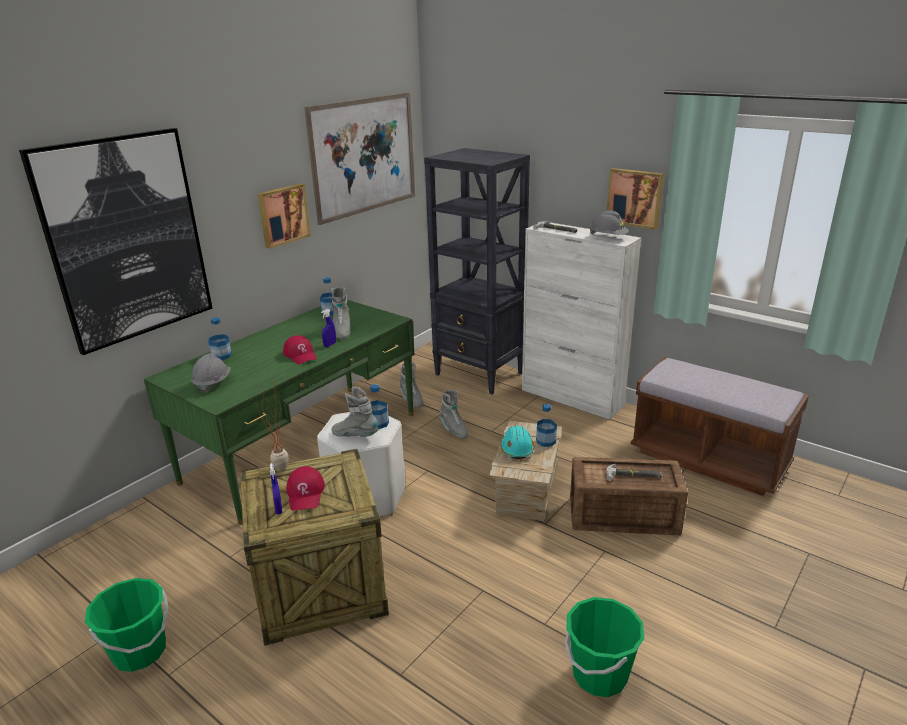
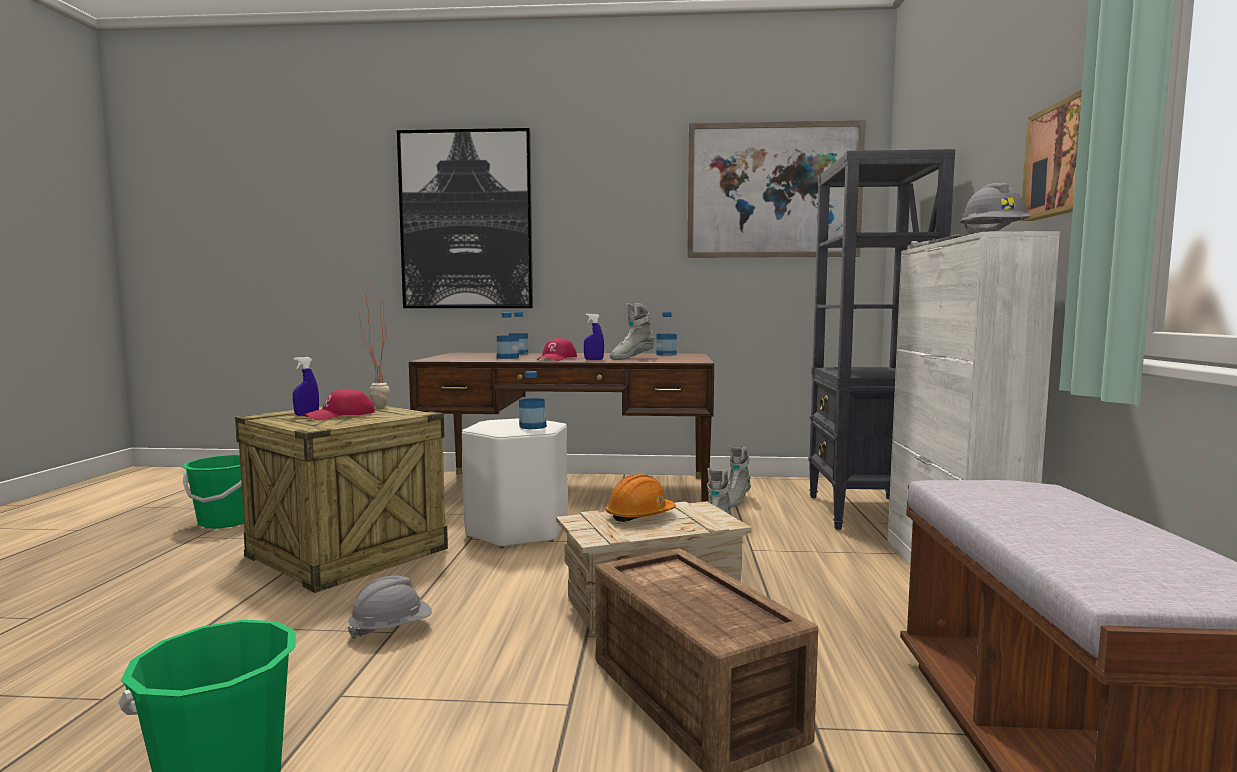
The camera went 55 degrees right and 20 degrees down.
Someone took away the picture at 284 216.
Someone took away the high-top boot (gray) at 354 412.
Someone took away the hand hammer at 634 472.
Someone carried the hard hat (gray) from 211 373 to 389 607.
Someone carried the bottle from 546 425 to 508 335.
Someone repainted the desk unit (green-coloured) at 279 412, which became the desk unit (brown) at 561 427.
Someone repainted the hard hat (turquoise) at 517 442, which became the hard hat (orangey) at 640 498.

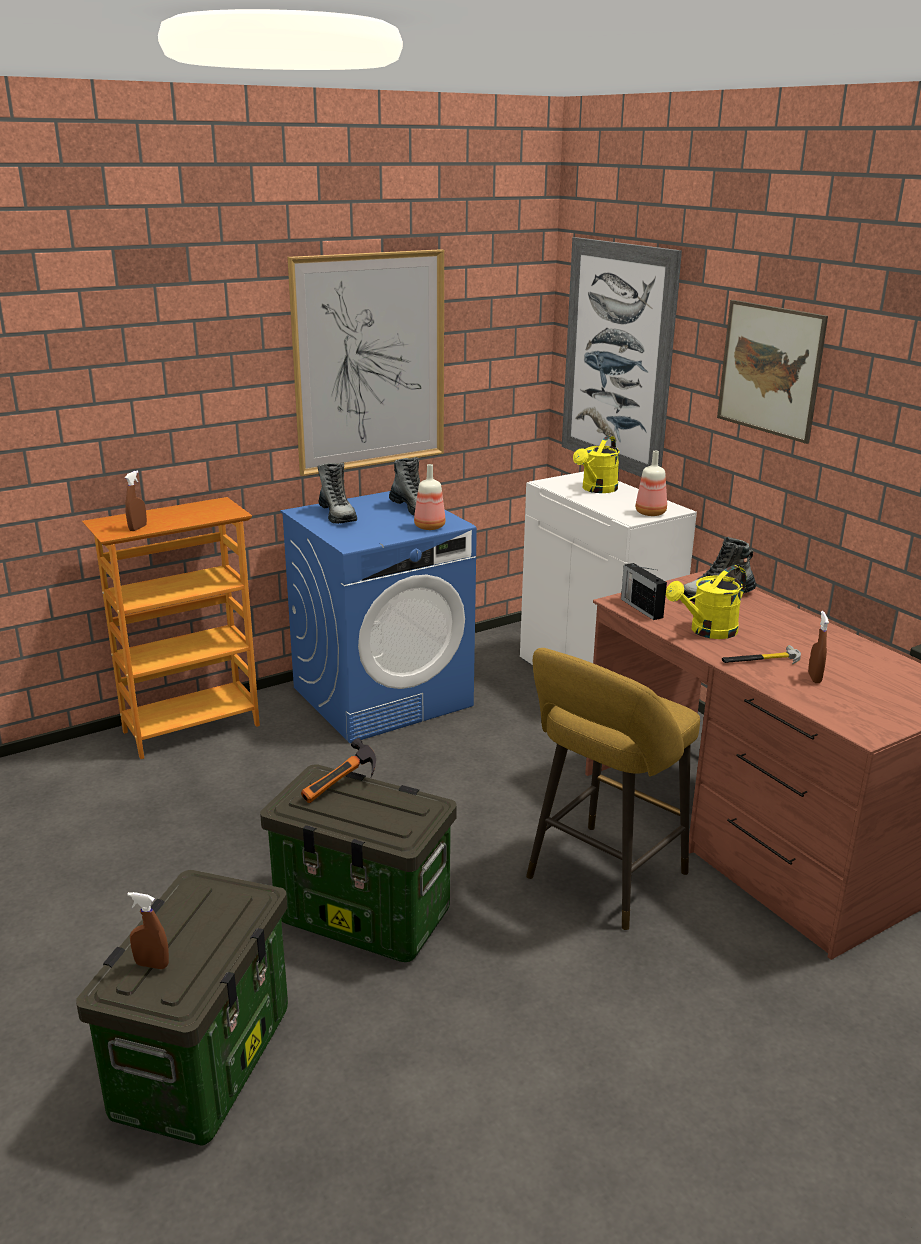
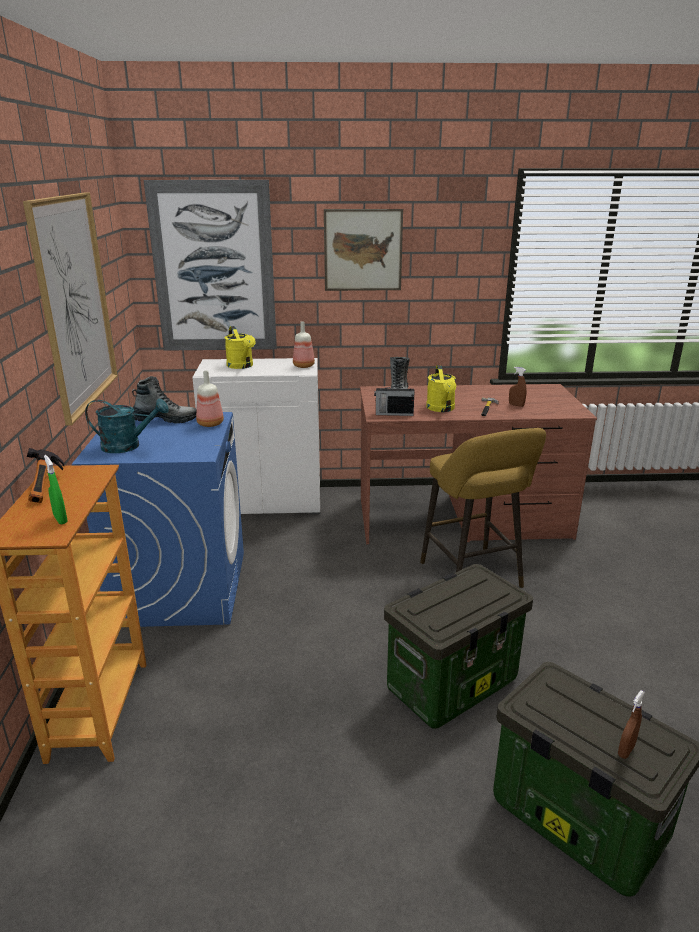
The camera went 60 degrees left and 0 degrees up.
Someone carried the hand hammer from 338 770 to 46 475.
Someone swapped the high-top boot at 337 493 for the watering pot (turquoise) at 127 426.
Someone repainted the spray bottle (brown) at 136 500, which became the spray bottle (green-coloured) at 56 489.

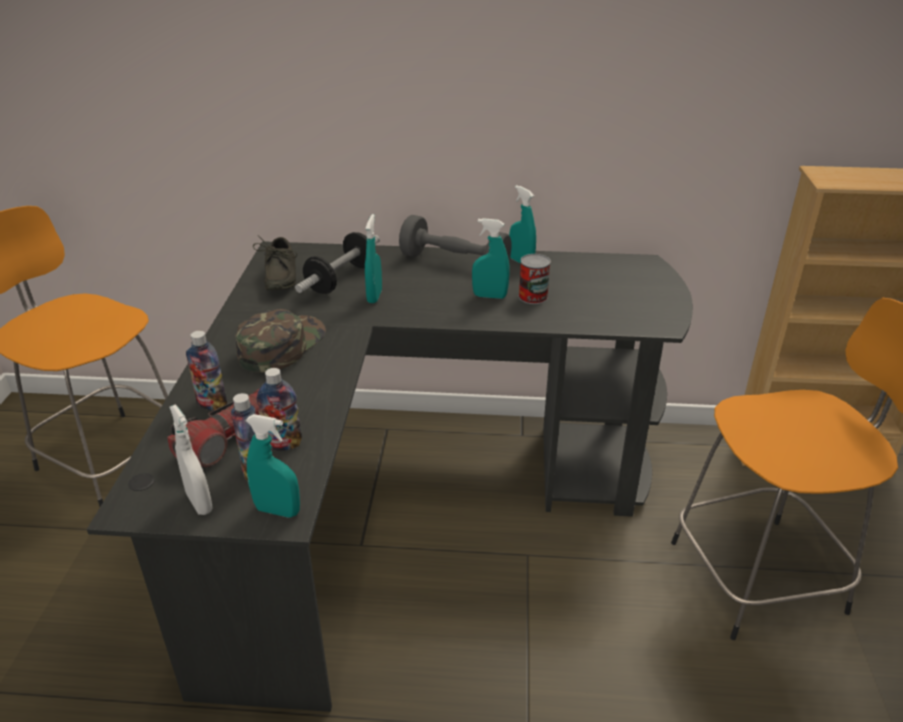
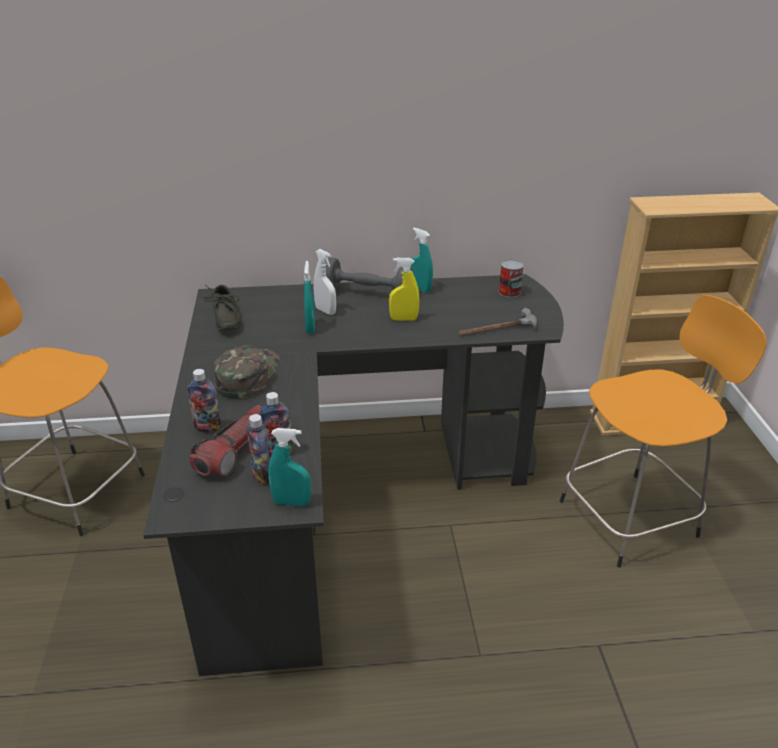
The camera went 10 degrees left and 0 degrees up.
Someone took away the hand weight at 337 263.
Someone put down the hand hammer at 497 321.
Someone carried the spray bottle (white-coloured) from 191 459 to 325 282.
Someone carried the sealed can from 535 279 to 511 278.
Someone repainted the spray bottle (turquoise) at 490 258, which became the spray bottle (yellow-coloured) at 404 289.

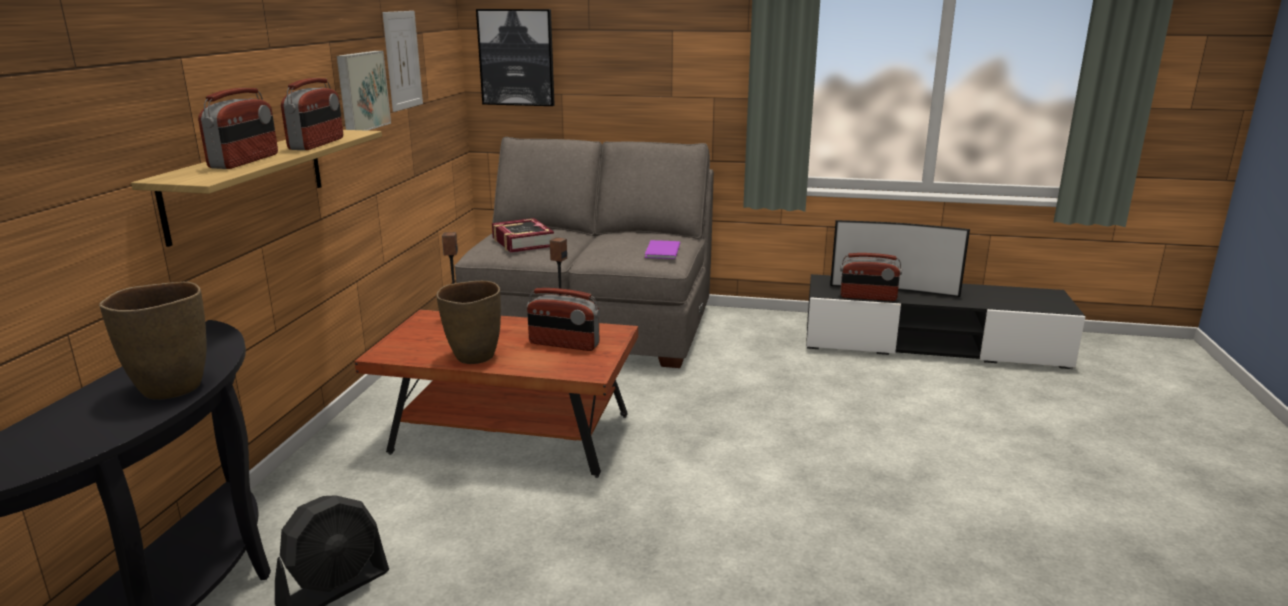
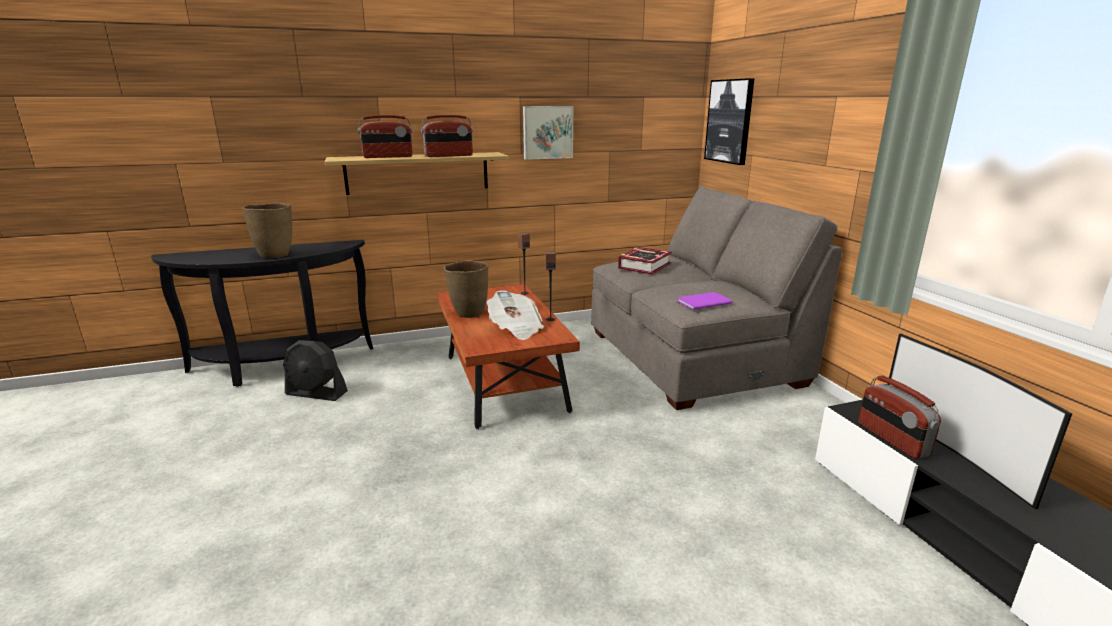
The camera went 60 degrees right and 0 degrees up.
Someone took away the picture at 402 61.
Someone swapped the radio receiver at 563 319 for the daily paper at 515 315.

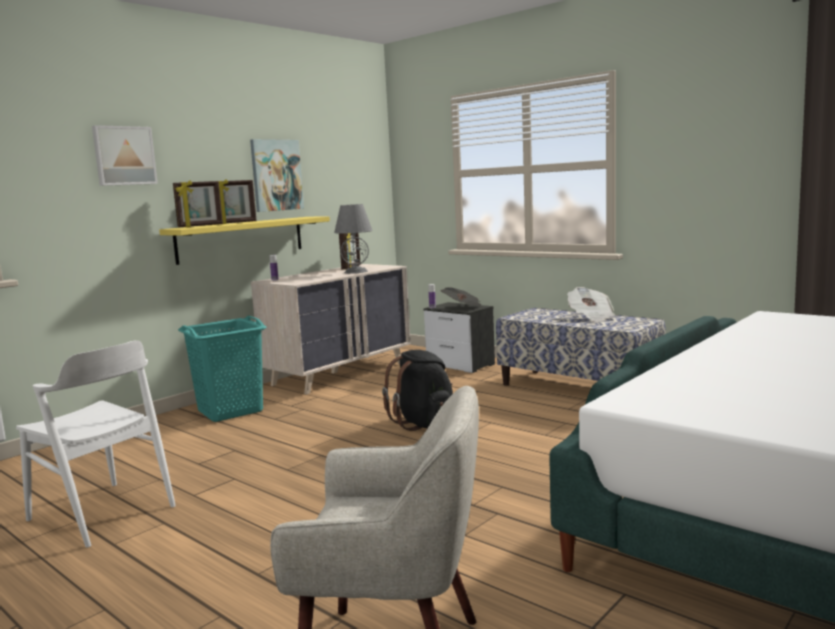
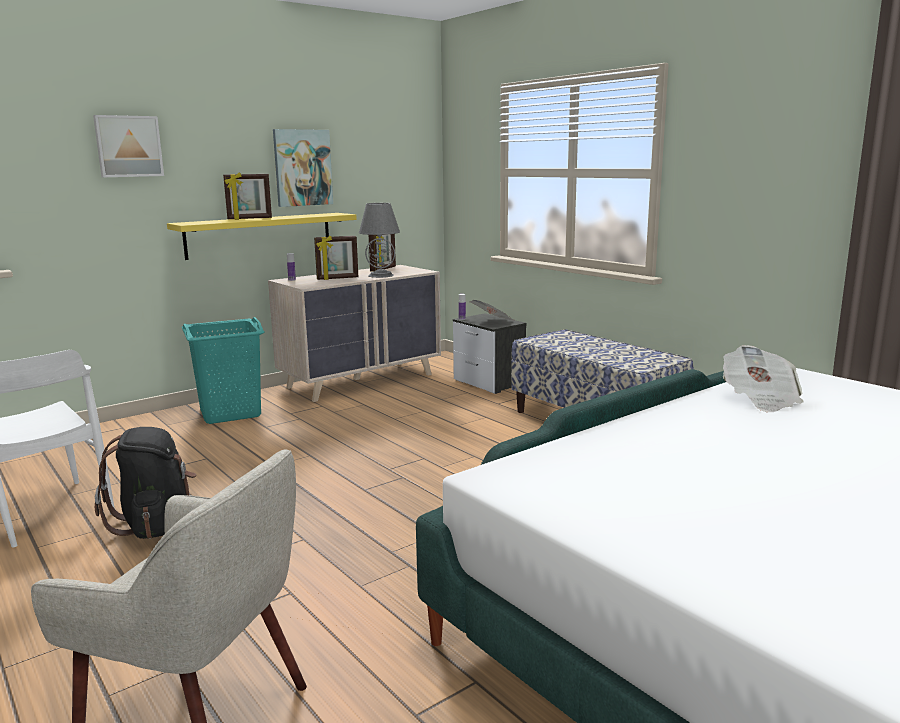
The camera went 10 degrees right and 5 degrees up.
Someone carried the photo frame from 198 203 to 336 258.
Someone carried the backpack (black) from 417 390 to 145 483.
Someone carried the daily paper from 591 304 to 763 378.

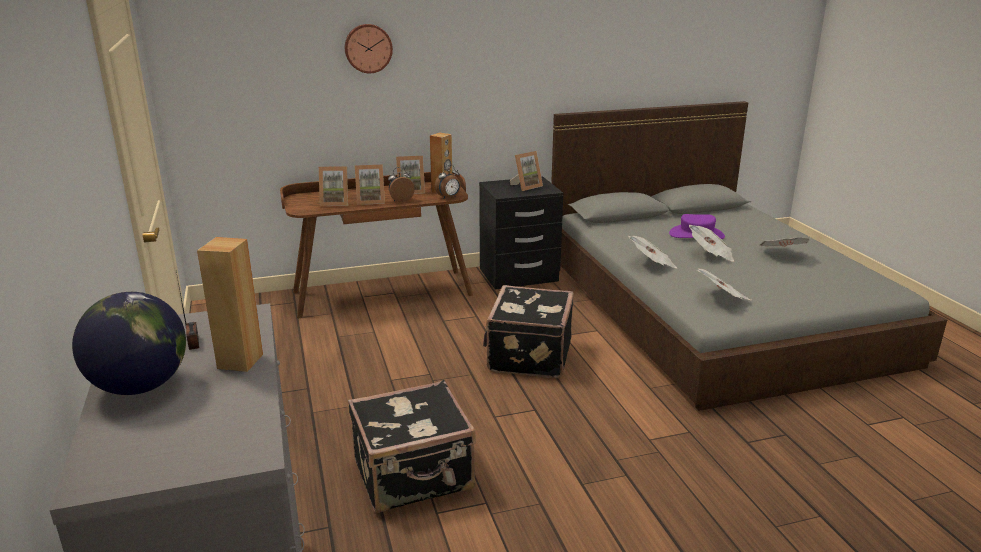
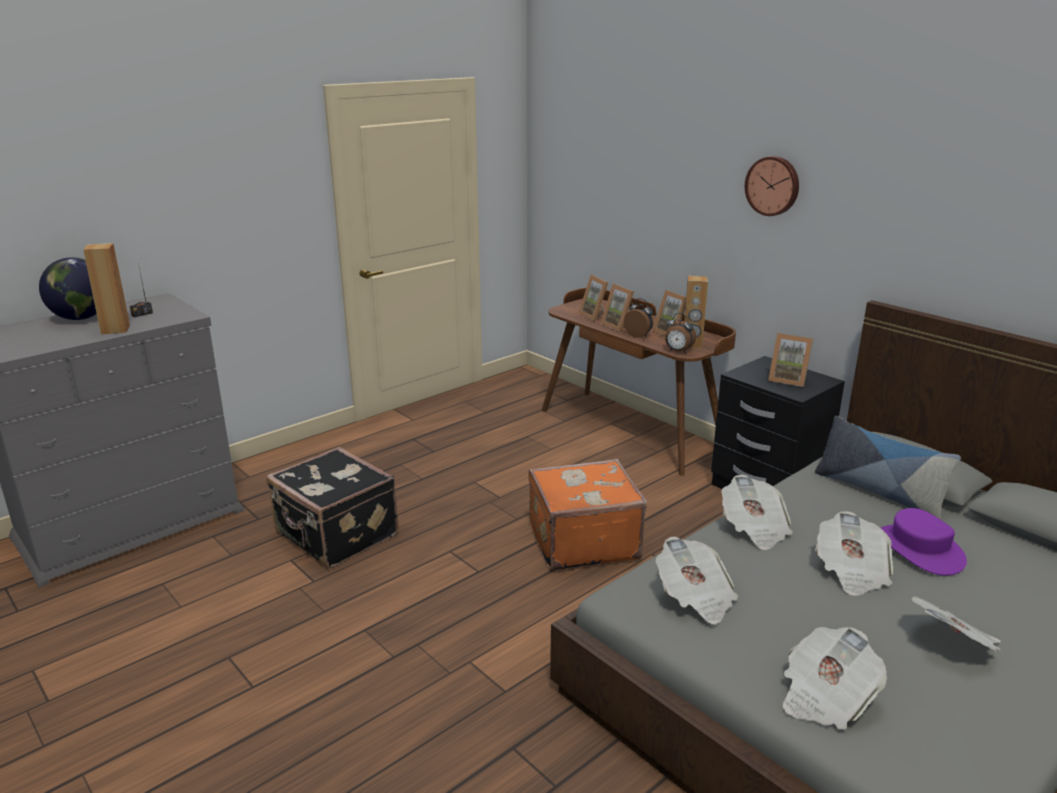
The camera went 65 degrees right and 0 degrees up.
Someone put down the daily paper at 835 678.
Someone put down the cushion at 888 467.
Someone carried the clock on the wall from 369 48 to 772 186.
Someone repainted the suitcase (black) at 528 331, which became the suitcase (orangey) at 587 515.

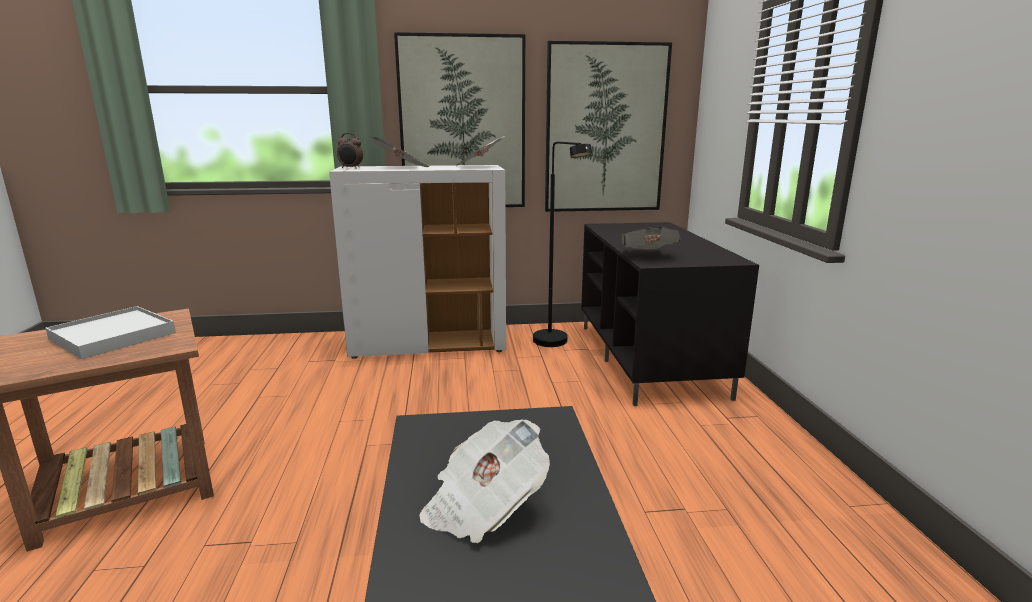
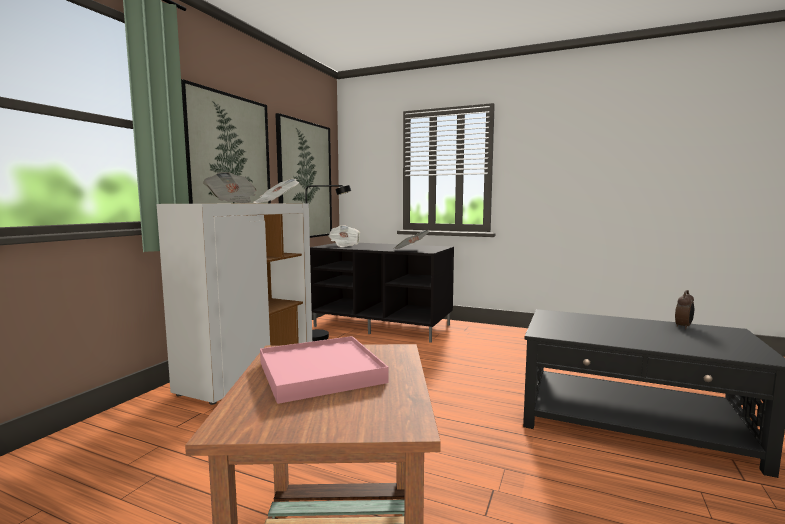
The camera went 60 degrees left and 10 degrees down.
Someone carried the alarm clock from 350 151 to 684 309.
Someone carried the daily paper from 484 481 to 344 236.
Someone repainted the tray (white-coloured) at 110 332, which became the tray (pink) at 324 370.

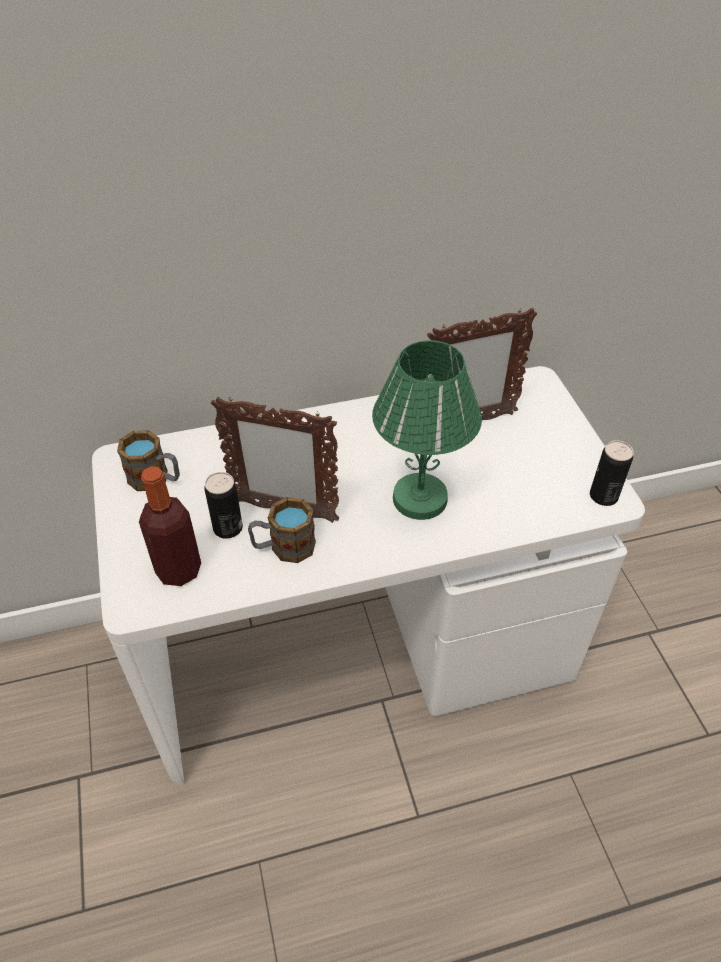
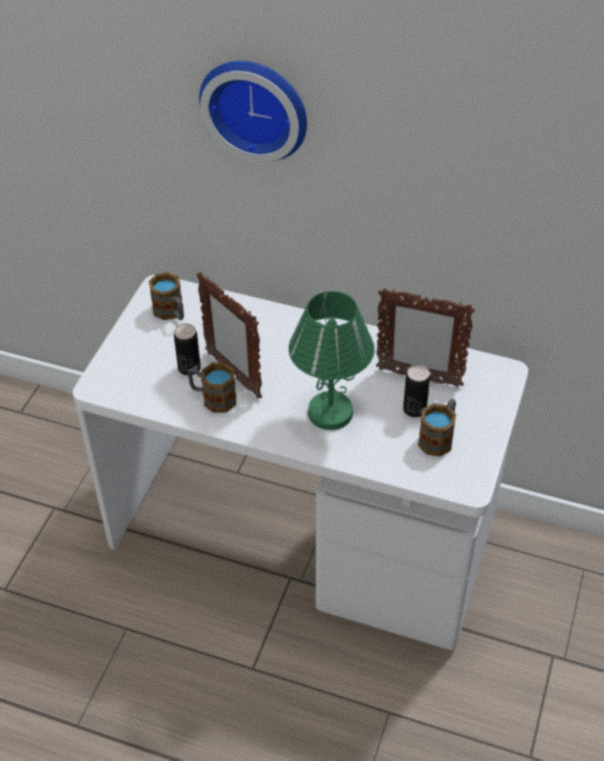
The camera went 35 degrees right and 0 degrees up.
Someone took away the bottle at 170 526.
Someone put up the clock on the wall at 253 111.
Someone put down the tea mug at 437 427.
Someone carried the sealed can from 612 473 to 416 390.

